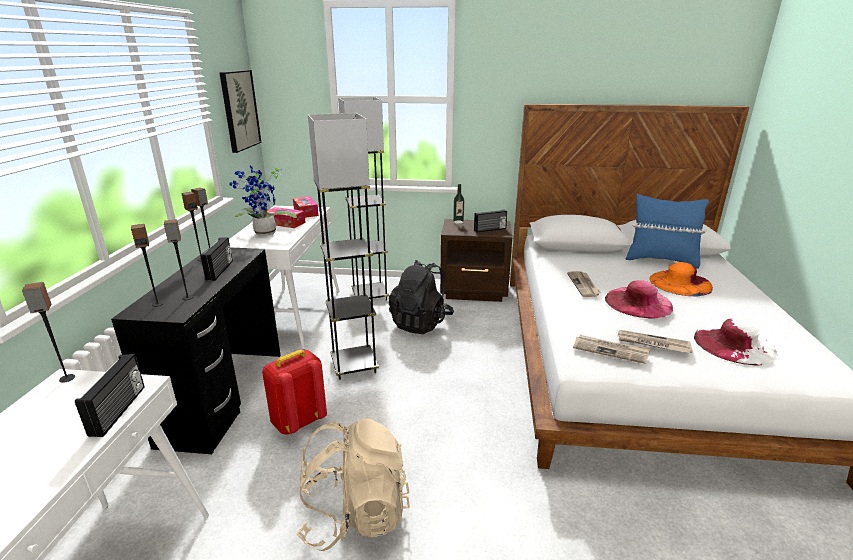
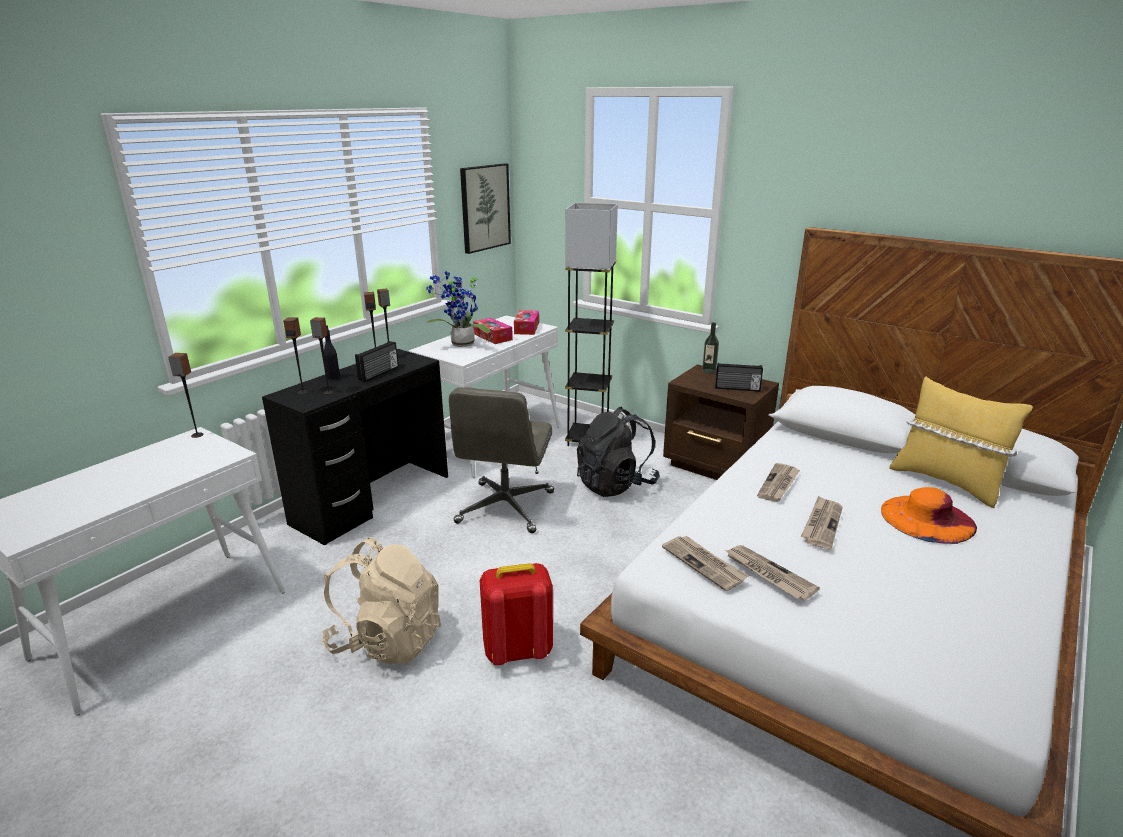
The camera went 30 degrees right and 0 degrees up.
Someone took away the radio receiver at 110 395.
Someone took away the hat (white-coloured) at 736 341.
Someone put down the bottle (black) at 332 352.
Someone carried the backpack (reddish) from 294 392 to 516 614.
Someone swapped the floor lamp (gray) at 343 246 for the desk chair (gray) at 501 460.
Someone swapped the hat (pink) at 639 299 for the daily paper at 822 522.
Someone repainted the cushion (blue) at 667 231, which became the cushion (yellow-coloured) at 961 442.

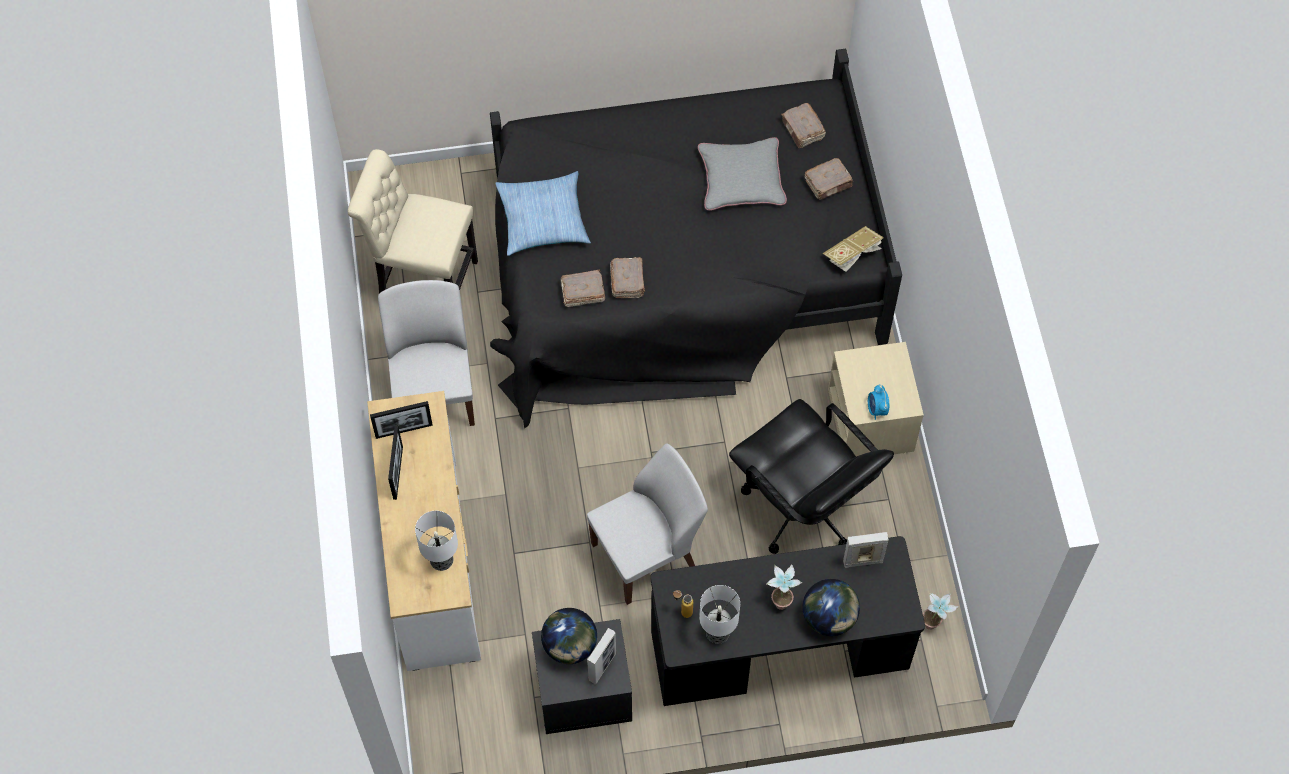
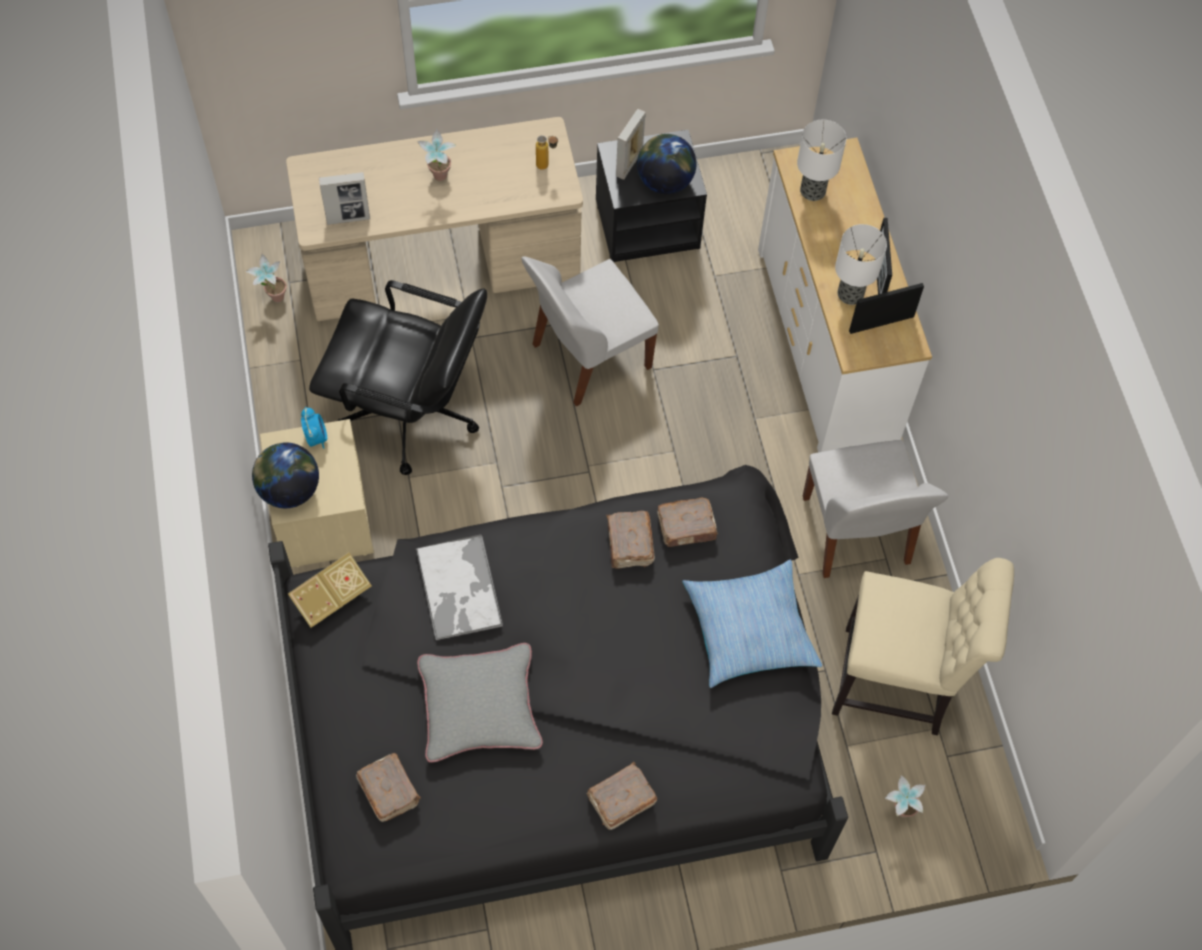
The camera went 175 degrees right and 0 degrees up.
Someone put down the tray at 459 587.
Someone put down the plant in a pot at 905 796.
Someone carried the table lamp from 719 614 to 861 264.
Someone carried the desk globe from 831 607 to 285 475.
Someone carried the volume (brown) from 829 179 to 621 796.
Someone repainted the desk unit (black) at 788 621, which became the desk unit (beige) at 434 219.
Someone rotated the desk chair (black) at 811 476 by 150 degrees clockwise.

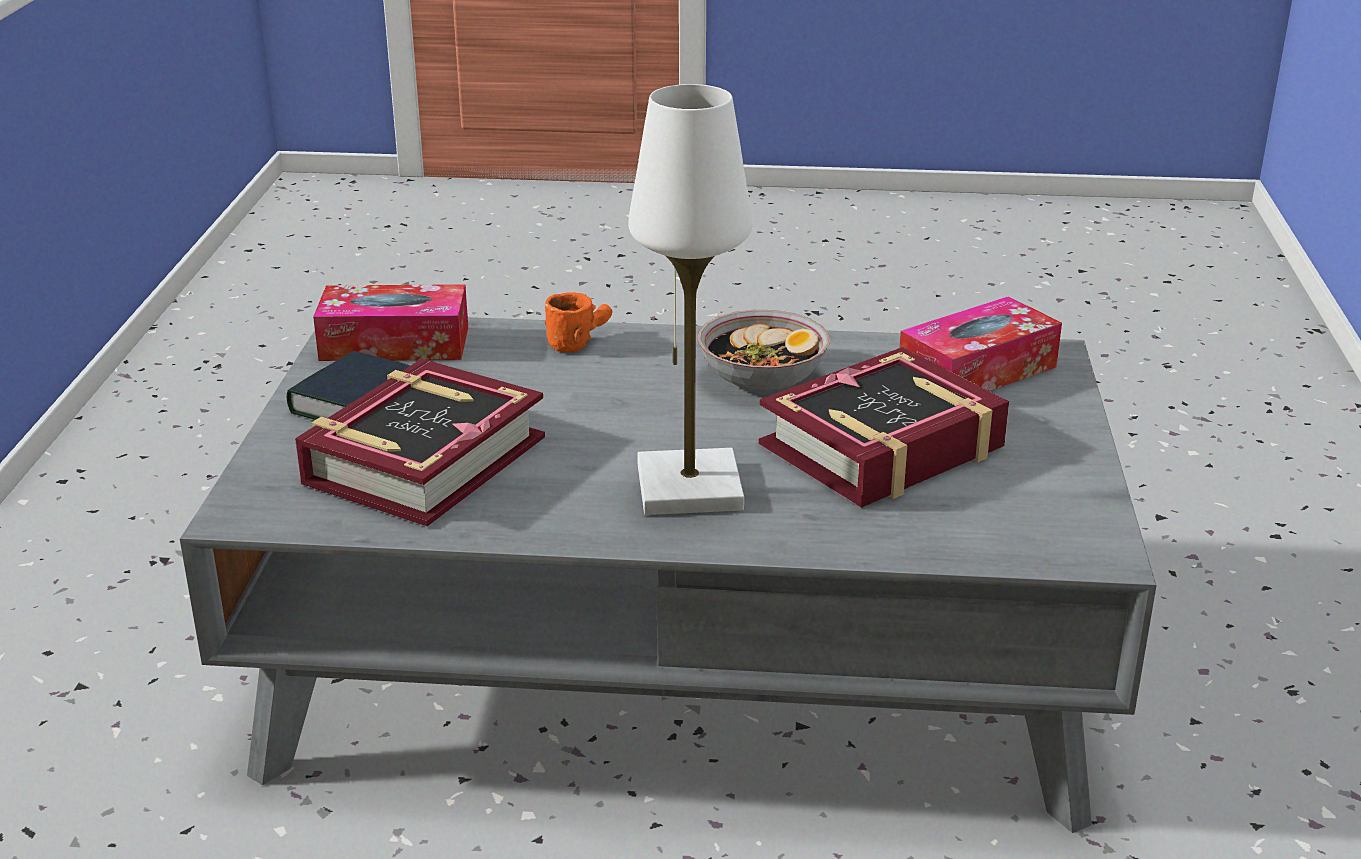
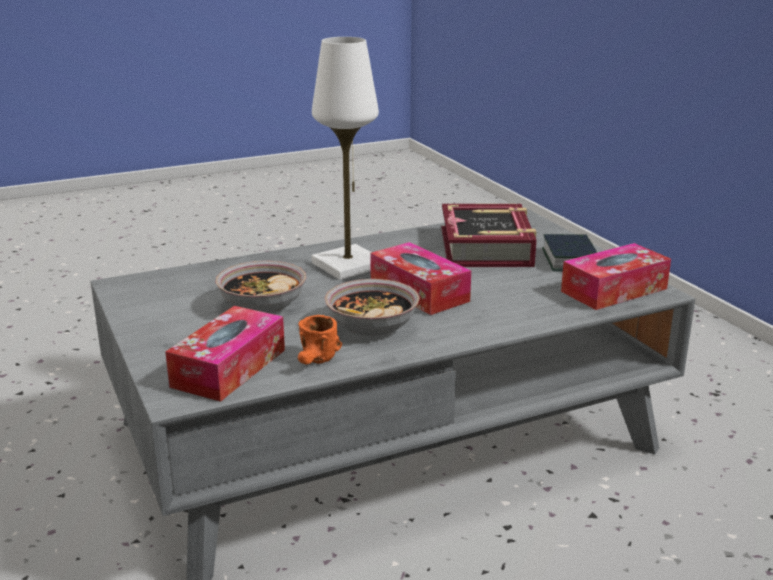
The camera went 150 degrees right and 5 degrees down.
Someone put down the tissue holder at 420 278.
Someone carried the tea mug (orangey) from 579 322 to 320 340.
Someone swapped the volume at 884 427 for the serving bowl at 260 287.

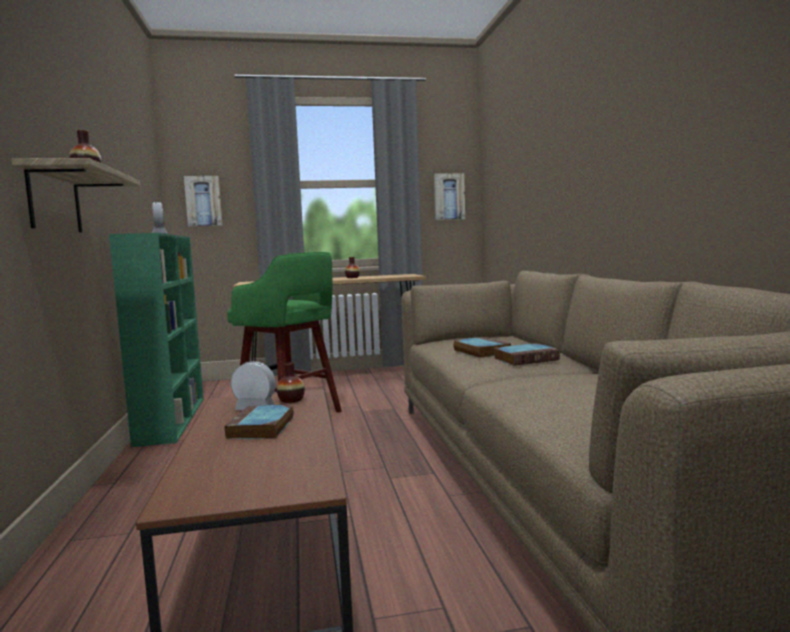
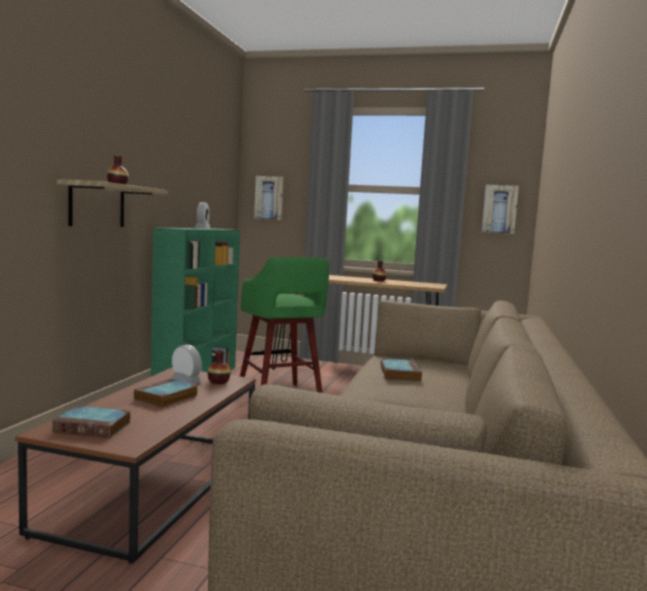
The camera went 25 degrees right and 0 degrees up.
Someone carried the volume from 526 354 to 91 422.

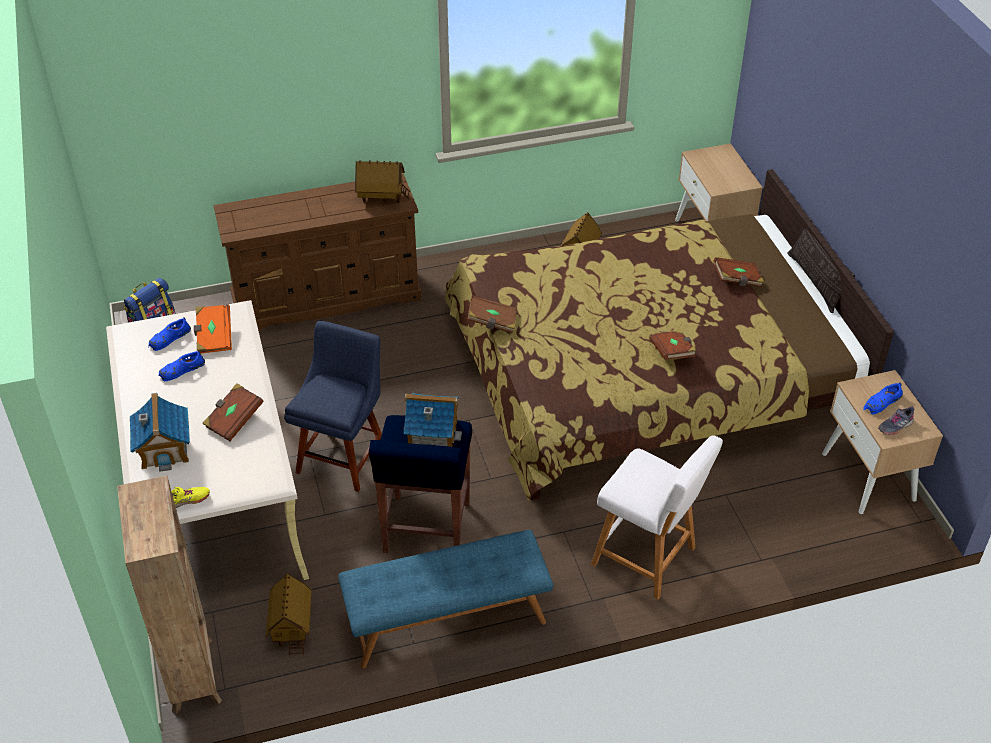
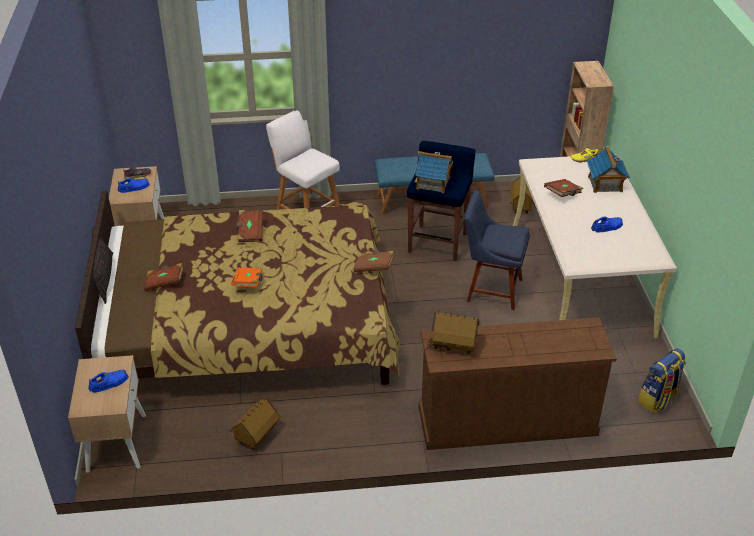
The camera went 170 degrees left and 5 degrees down.
Someone carried the shoe (blue) from 169 334 to 108 381.
Someone carried the volume (orangey) from 213 329 to 247 277.
Someone rotated the upright chair (blue) at 333 406 by 75 degrees clockwise.

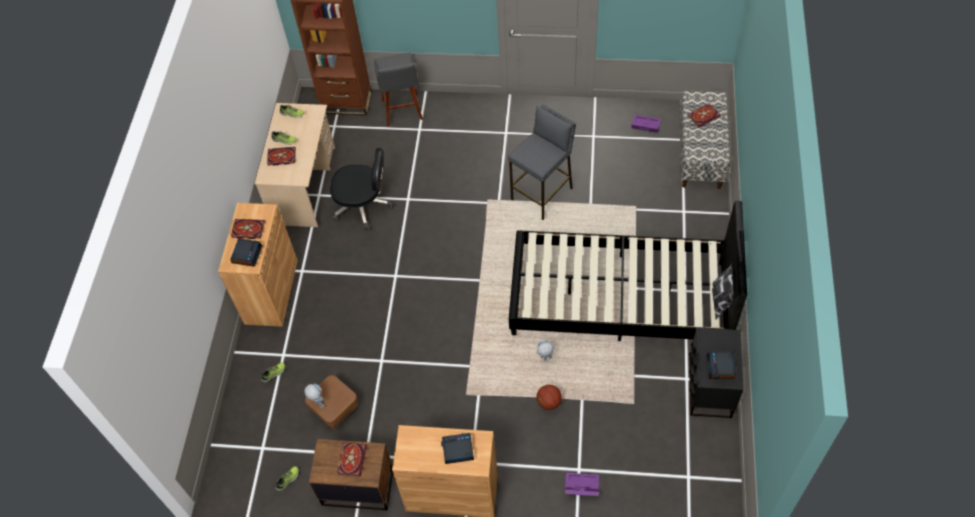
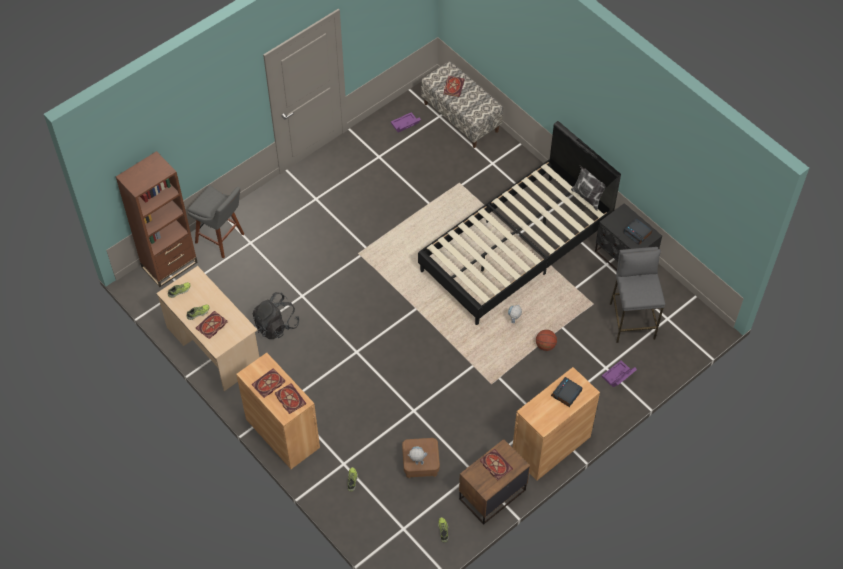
The camera went 50 degrees left and 0 degrees up.
Someone carried the stool (gray) from 542 162 to 637 295.
Someone swapped the alarm clock at 246 253 for the volume at 290 398.
Someone swapped the desk chair (black) at 362 189 for the backpack (black) at 276 315.

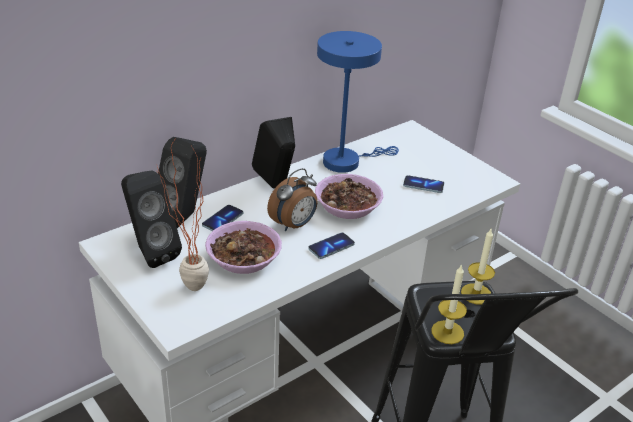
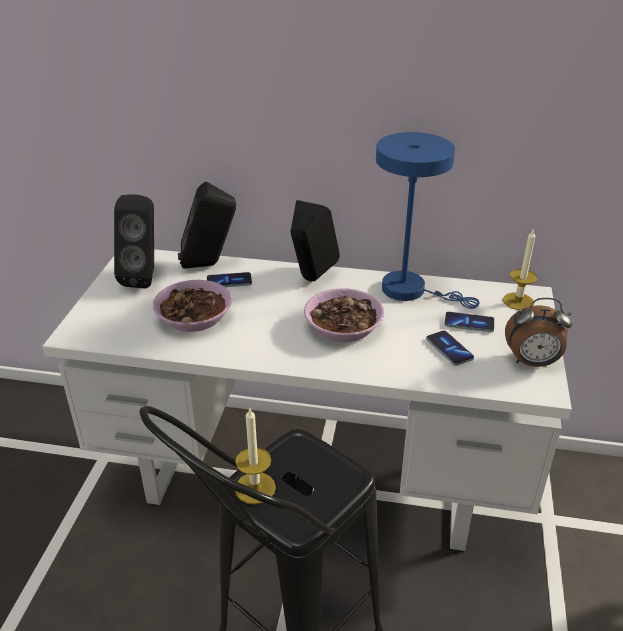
The camera went 50 degrees right and 0 degrees up.
Someone took away the plant in a pot at 183 214.
Someone carried the alarm clock from 292 199 to 538 332.
Someone carried the telephone from 331 246 to 469 322.
Someone carried the wax light from 478 267 to 520 269.

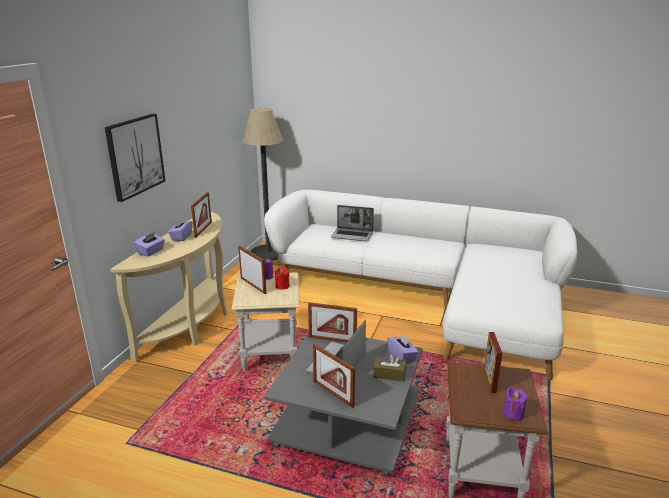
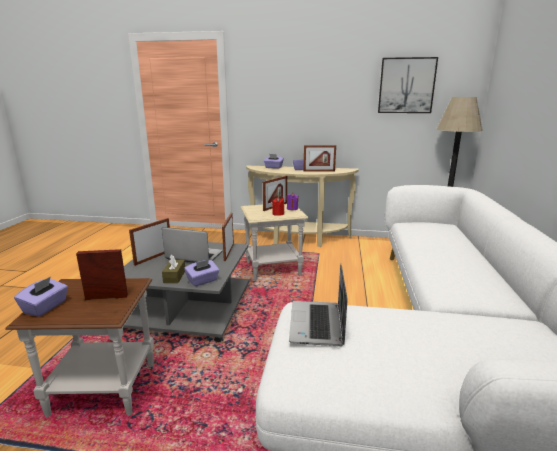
The camera went 80 degrees right and 5 degrees down.
Someone carried the picture from 135 158 to 408 85.
Someone carried the notebook computer from 352 223 to 318 305.
Someone swapped the wax light (purplish) at 515 404 for the tissue holder (purplish) at 41 296.

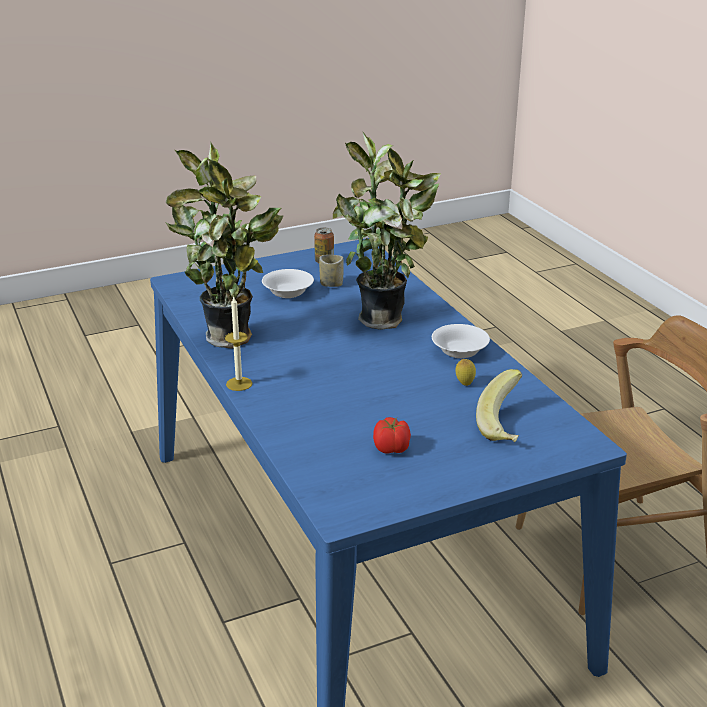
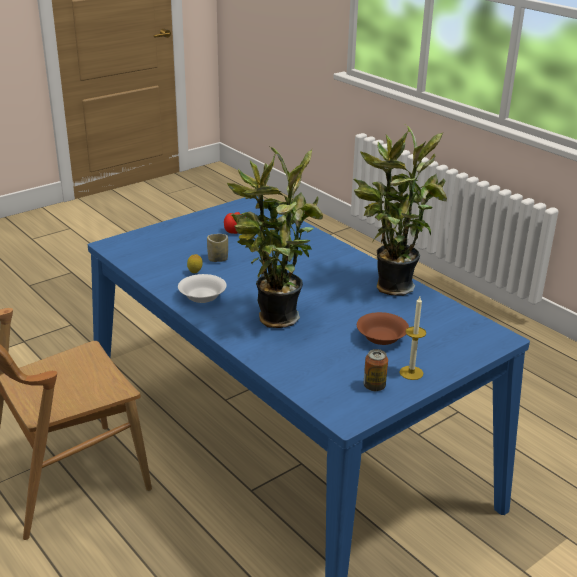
The camera went 165 degrees right and 0 degrees up.
Someone took away the banana at 499 405.
Someone carried the wax light from 239 344 to 412 338.
Someone carried the cup from 331 271 to 217 248.
Someone repainted the serving bowl (white-coloured) at 288 283, which became the serving bowl (brown) at 383 328.

